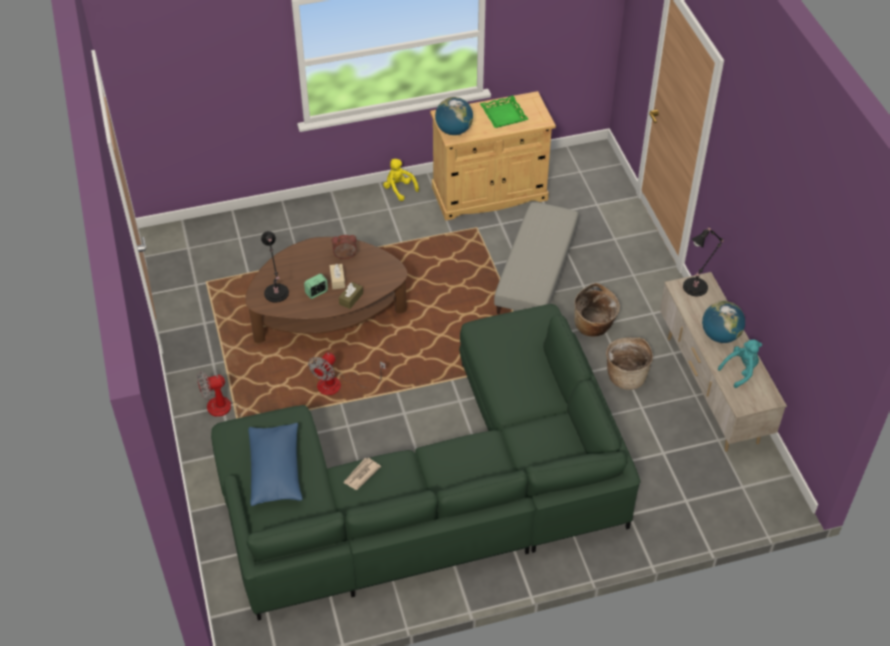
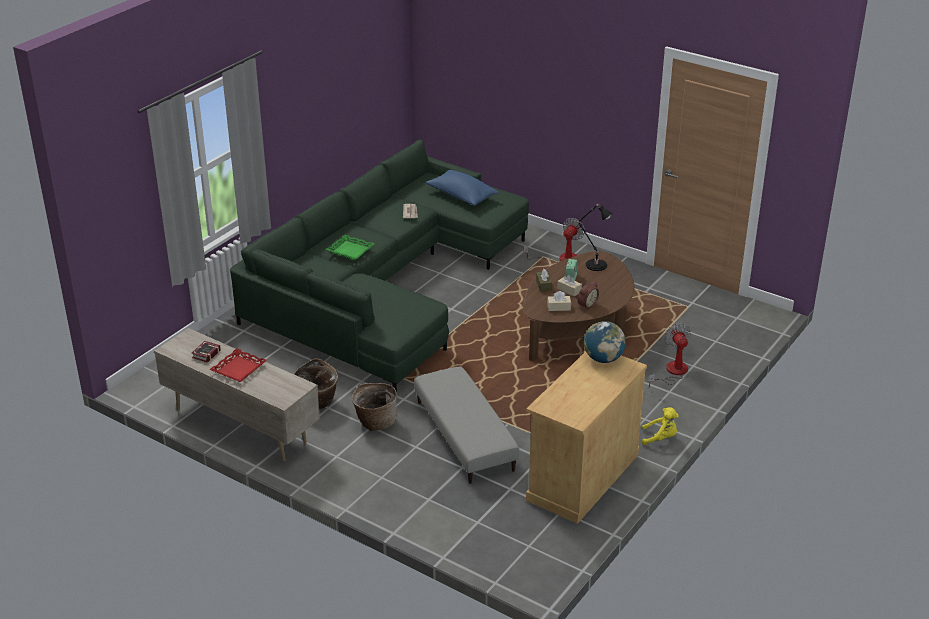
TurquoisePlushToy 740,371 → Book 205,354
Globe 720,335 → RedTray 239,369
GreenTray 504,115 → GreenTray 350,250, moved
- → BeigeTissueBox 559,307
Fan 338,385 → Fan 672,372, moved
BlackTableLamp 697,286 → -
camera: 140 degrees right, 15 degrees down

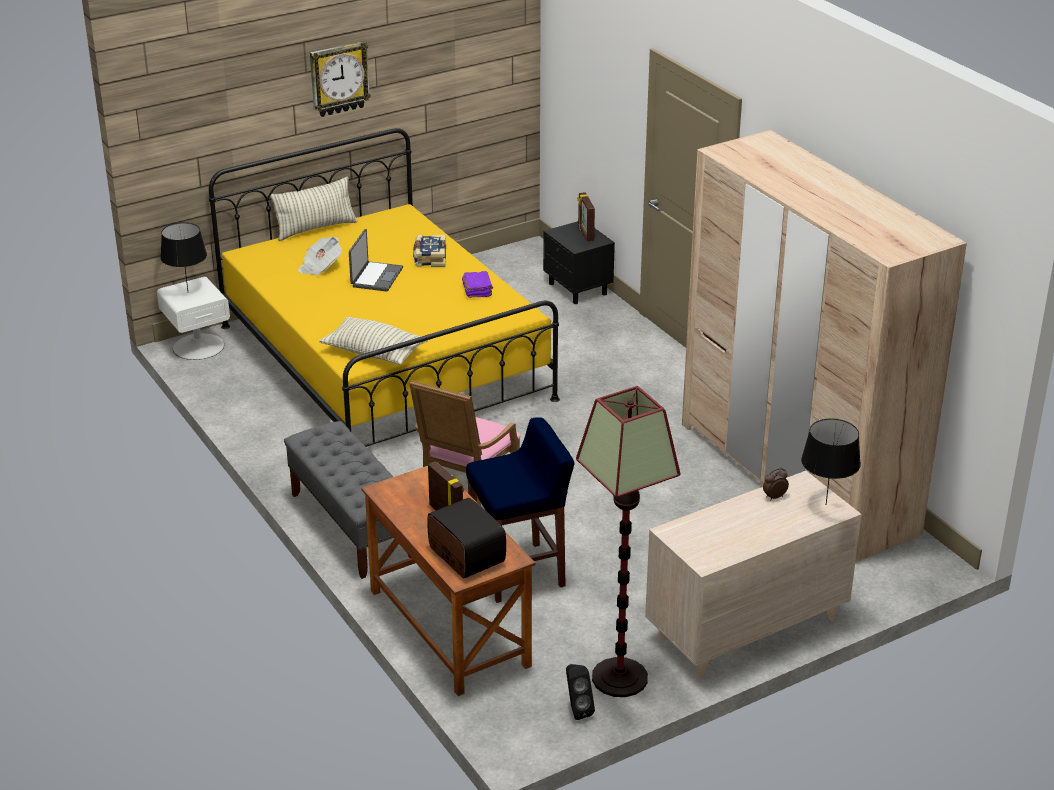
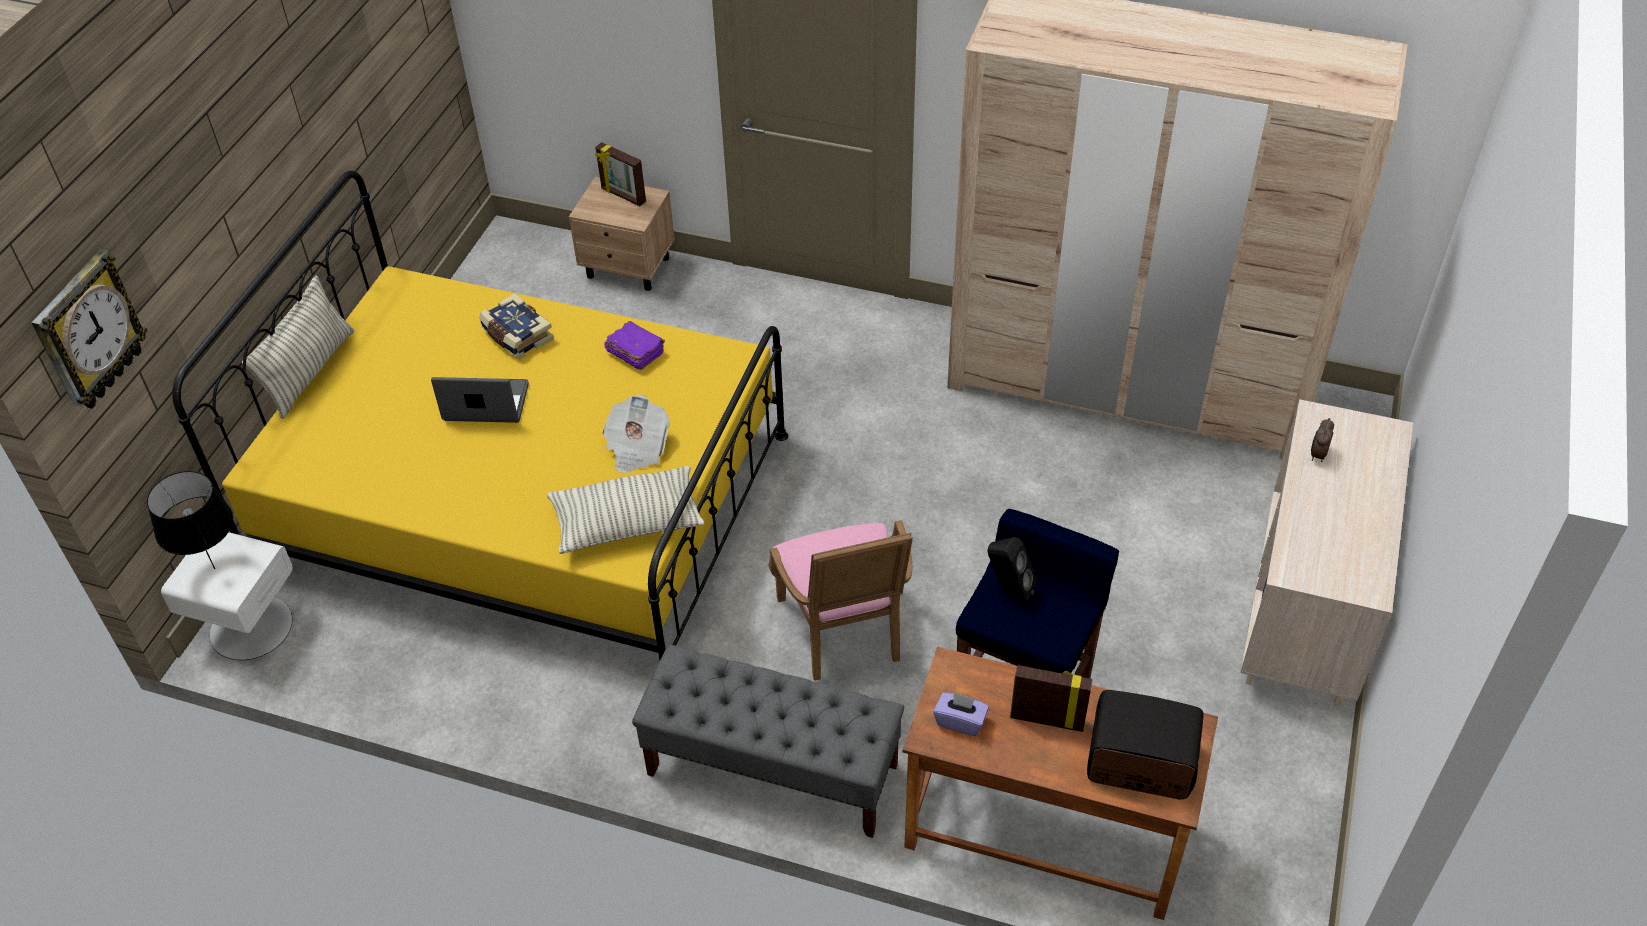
WallClock 339,78 → WallClock 88,332, moved
Laptop 376,277 → Laptop 485,404, 60 degrees counterclockwise
BlackNightstand 578,289 → BeigeNightstand 629,268
Newspaper 320,267 → Newspaper 637,448, moved
- → PurpleTissueBox 960,721
BlackSpeaker 577,710 → BlackSpeaker 1008,591, moved
FloorLamp 619,678 → -
BlackTableLamp 825,505 → -
camera: 40 degrees left, 15 degrees up

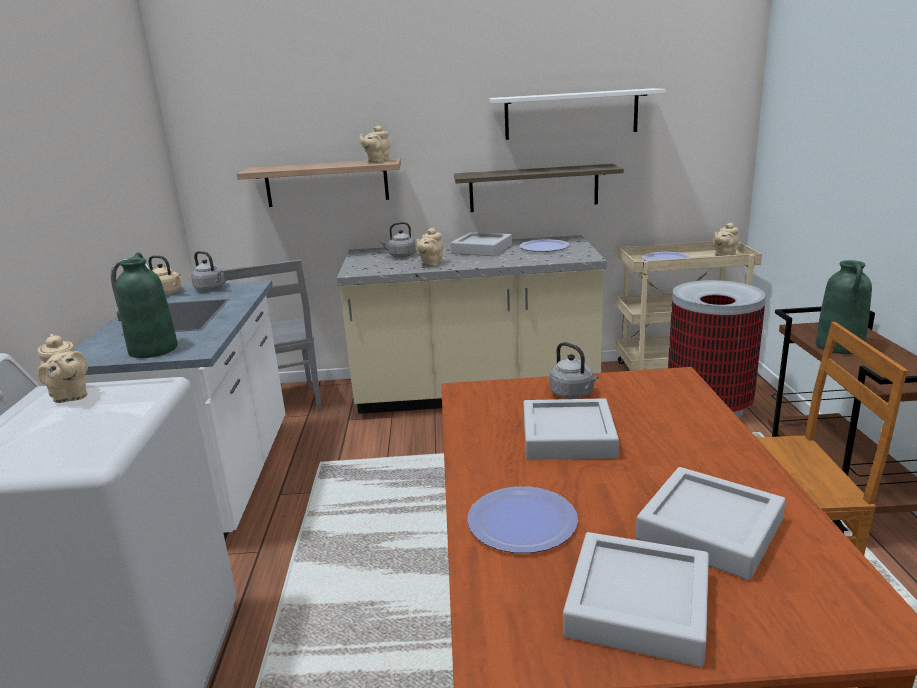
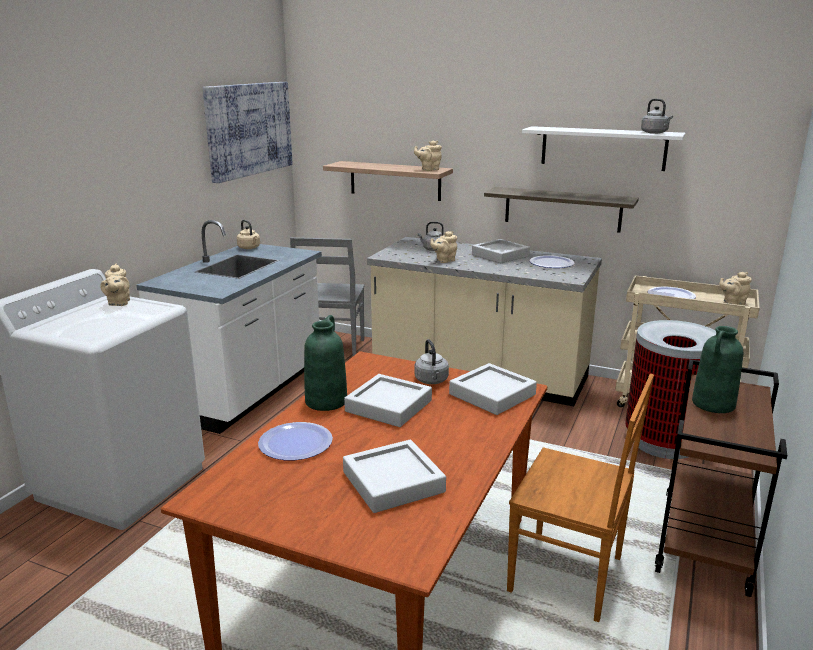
- → Picture 248,129
GreenVase 153,349 → GreenVase 326,401, moved
GreyTray 638,605 → GreyTray 492,394, moved
GreyKettle 211,288 → GreyKettle 655,133, moved
camera: 25 degrees right, 0 degrees up

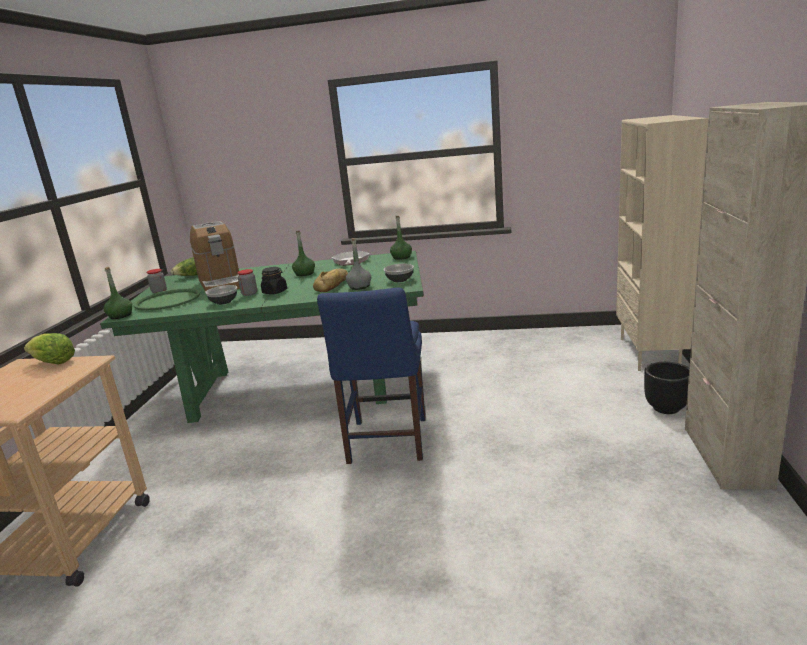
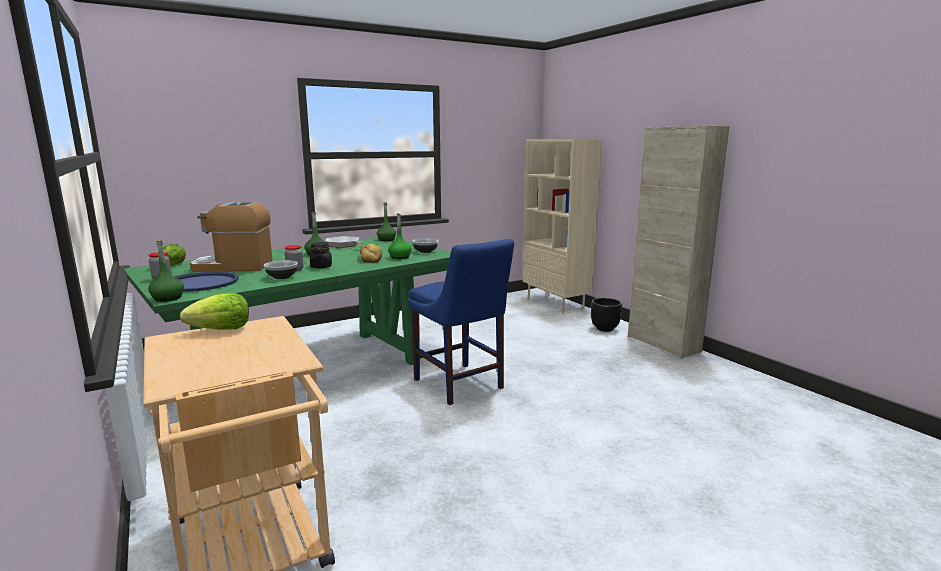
GreenTray 168,300 → BlueTray 200,283
CoffeeMachine 221,283 → CoffeeMachine 233,267, 150 degrees clockwise
GreyBottle 359,286 → GreenBottle 400,257
camera: 40 degrees left, 5 degrees down

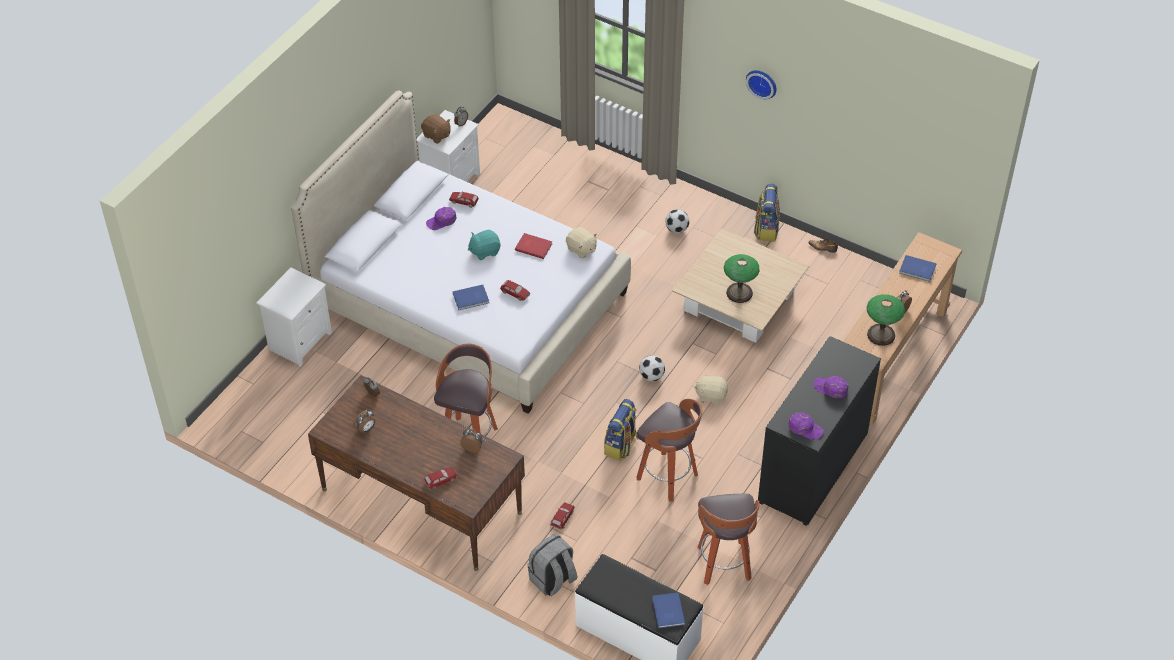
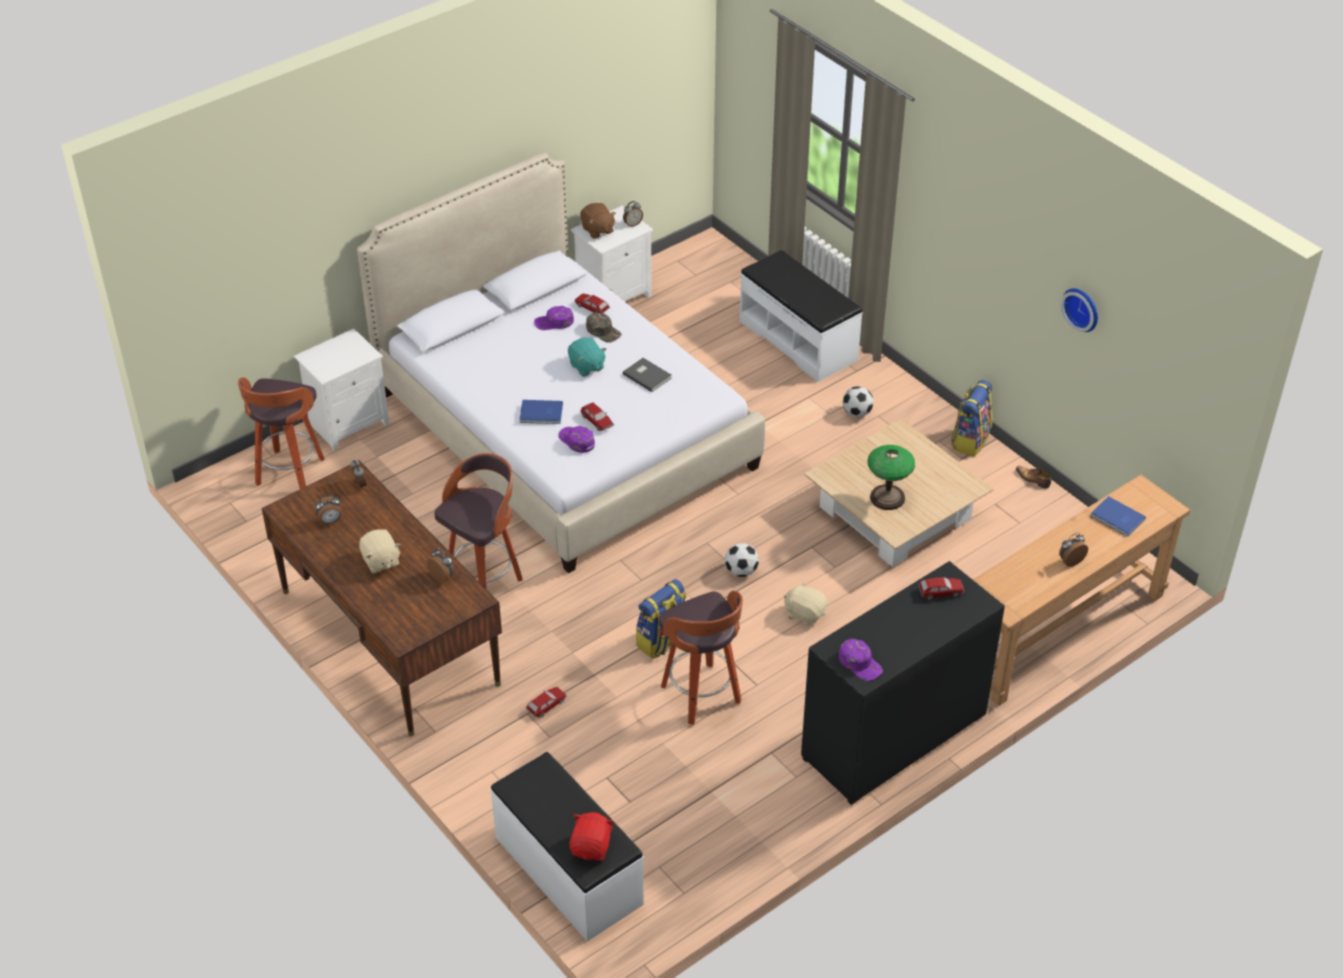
Stool 724,565 → Stool 289,473, moved
BeigePlushToy 581,249 → BeigePlushToy 380,561, moved
PurpleCap 830,388 → PurpleCap 576,441, moved
TurquoisePlushToy 484,251 → TurquoisePlushToy 586,366, 120 degrees counterclockwise
BlueBook 667,612 → RedPlushToy 591,847
- → GreenCap 603,331
RedBook 533,246 → GreyBook 647,375
- → WhiteBench 798,340
ToyCar 441,480 → ToyCar 940,591, moved
WallClock 762,82 → WallClock 1082,308, moved
GreyBackpack 553,580 → -
TableLamp 881,334 → -
camera: 20 degrees right, 5 degrees down

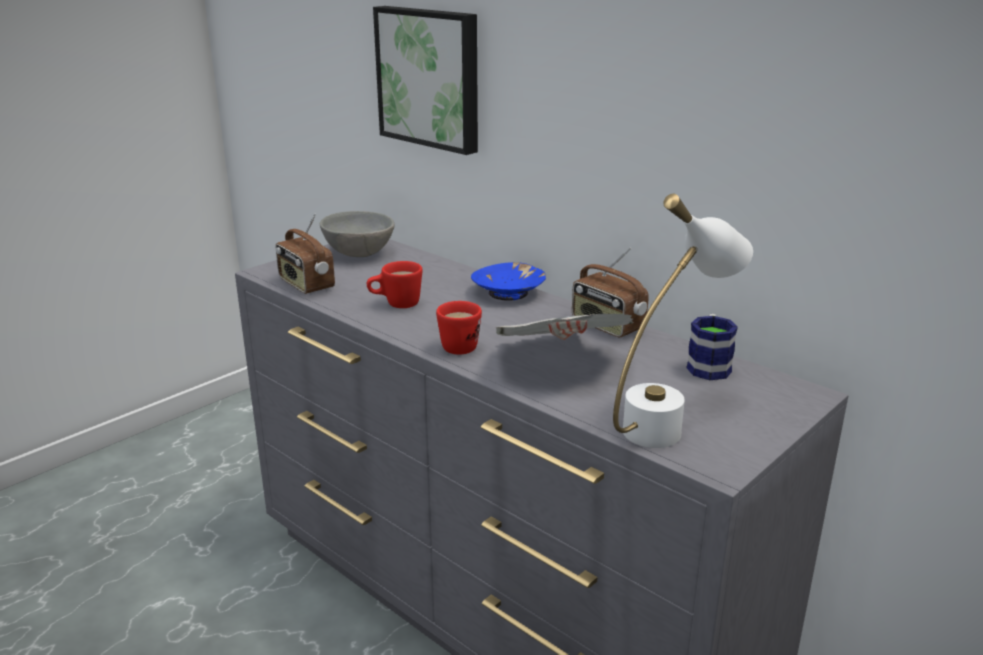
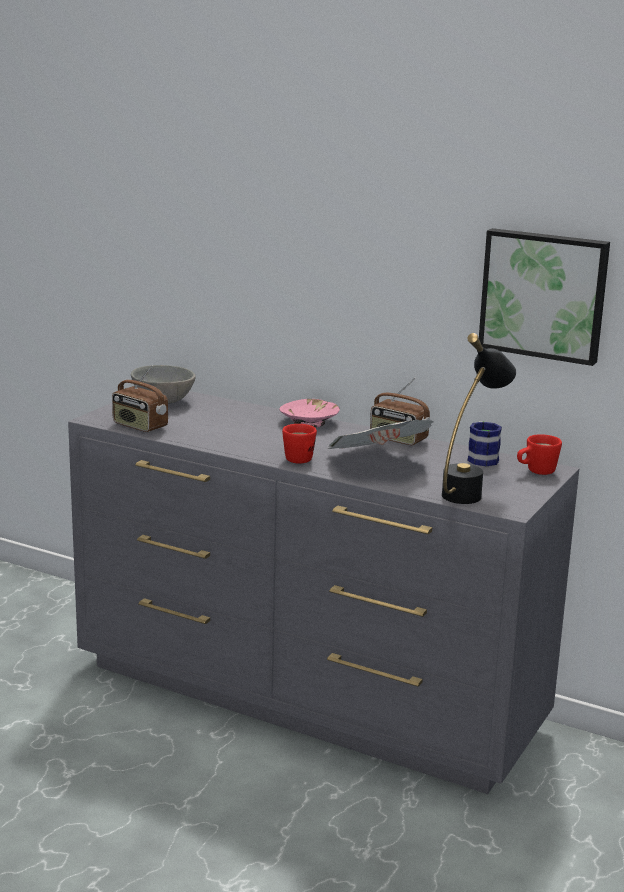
BlueBowl 509,292 → PinkBowl 310,422
WhiteTableLamp 668,421 → BlackTableLamp 469,490
Picture 430,77 → Picture 544,295, moved
RedMug 395,304 → RedMug 536,472, moved
camera: 15 degrees left, 5 degrees down

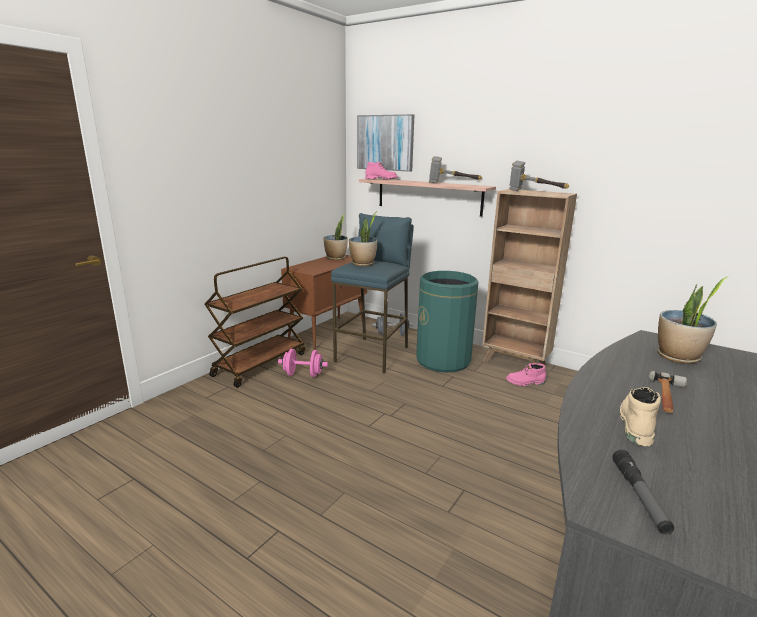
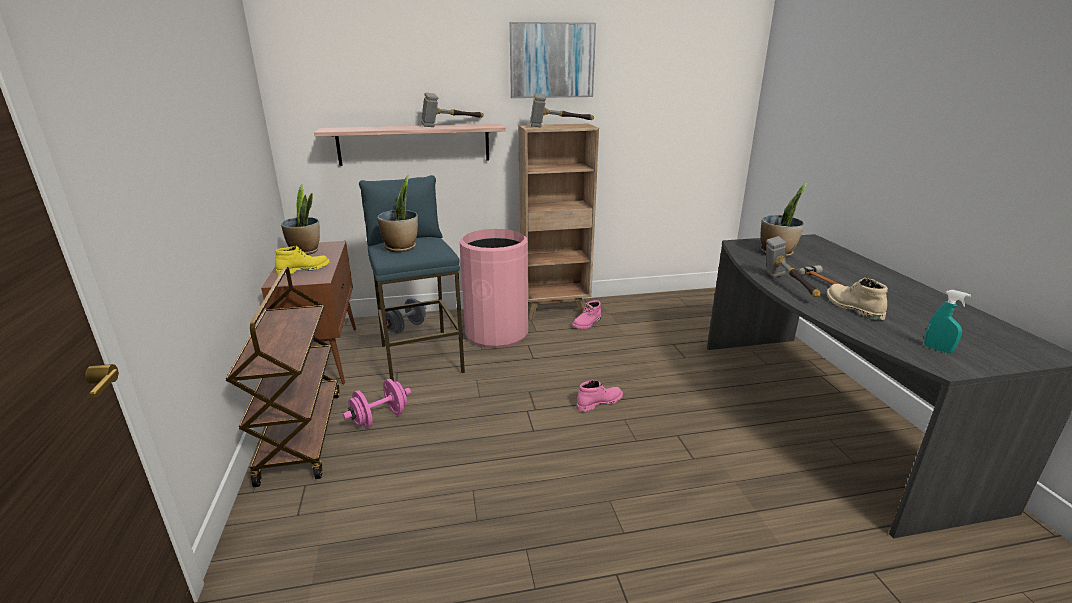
- → YellowBoot 304,270
GreenTrashCan 443,360 → PinkTrashCan 497,333
Picture 385,143 → Picture 552,60, moved
PinkBoot 381,179 → PinkBoot 599,402, moved
- → Hammer 788,287
Flashlight 639,496 → TurquoiseSprayBottle 937,349
camera: 45 degrees left, 5 degrees up

